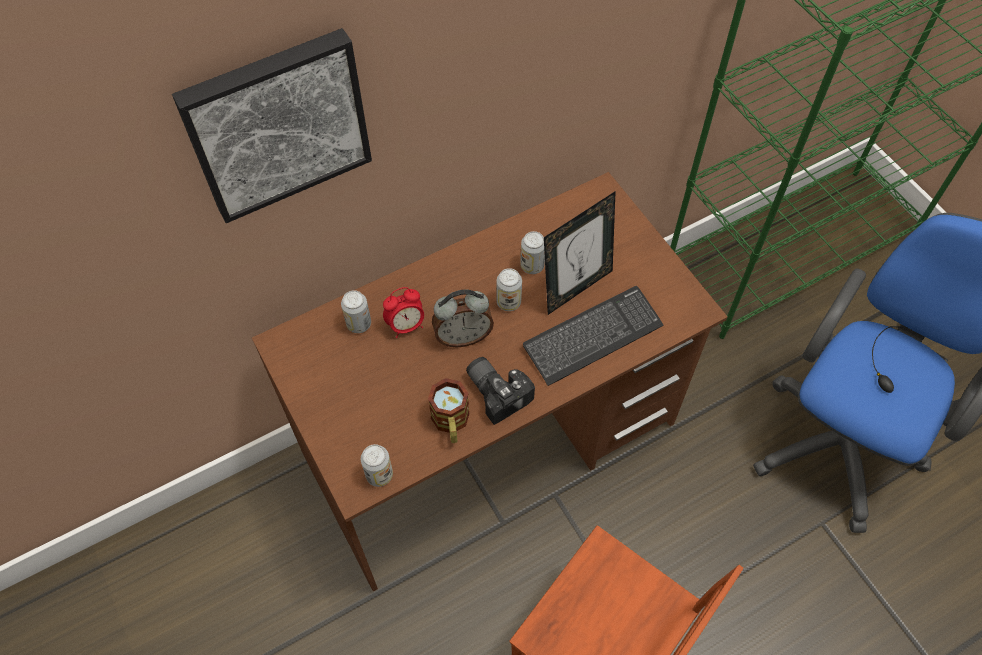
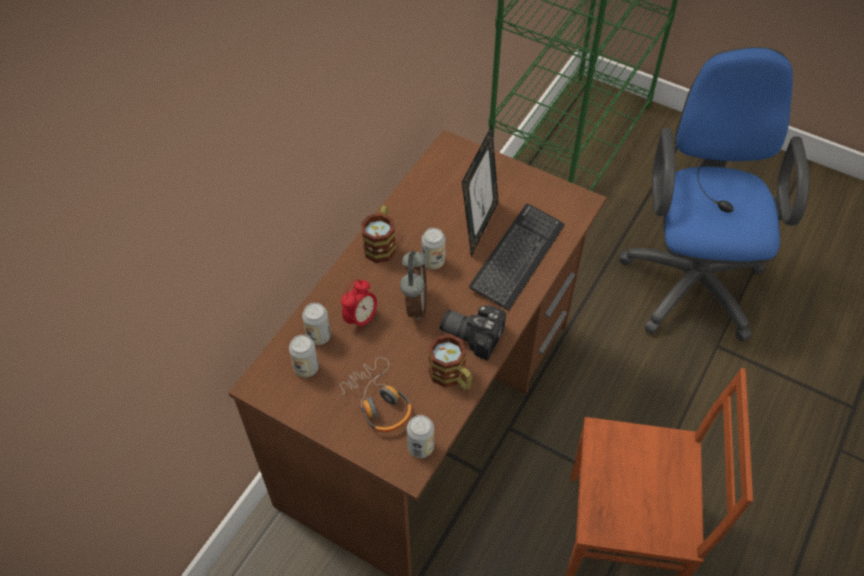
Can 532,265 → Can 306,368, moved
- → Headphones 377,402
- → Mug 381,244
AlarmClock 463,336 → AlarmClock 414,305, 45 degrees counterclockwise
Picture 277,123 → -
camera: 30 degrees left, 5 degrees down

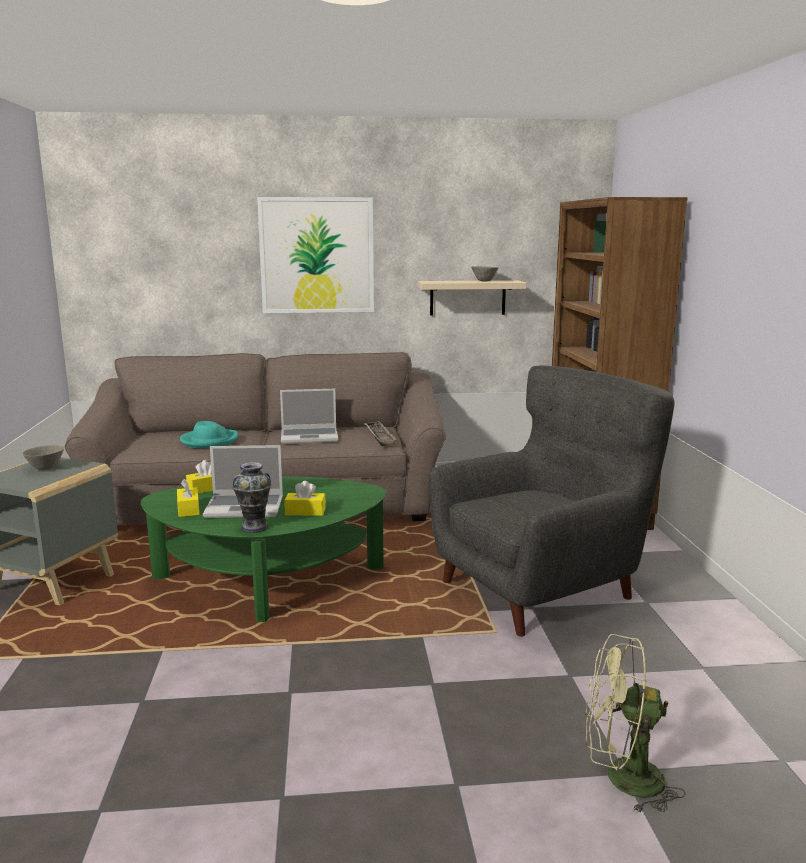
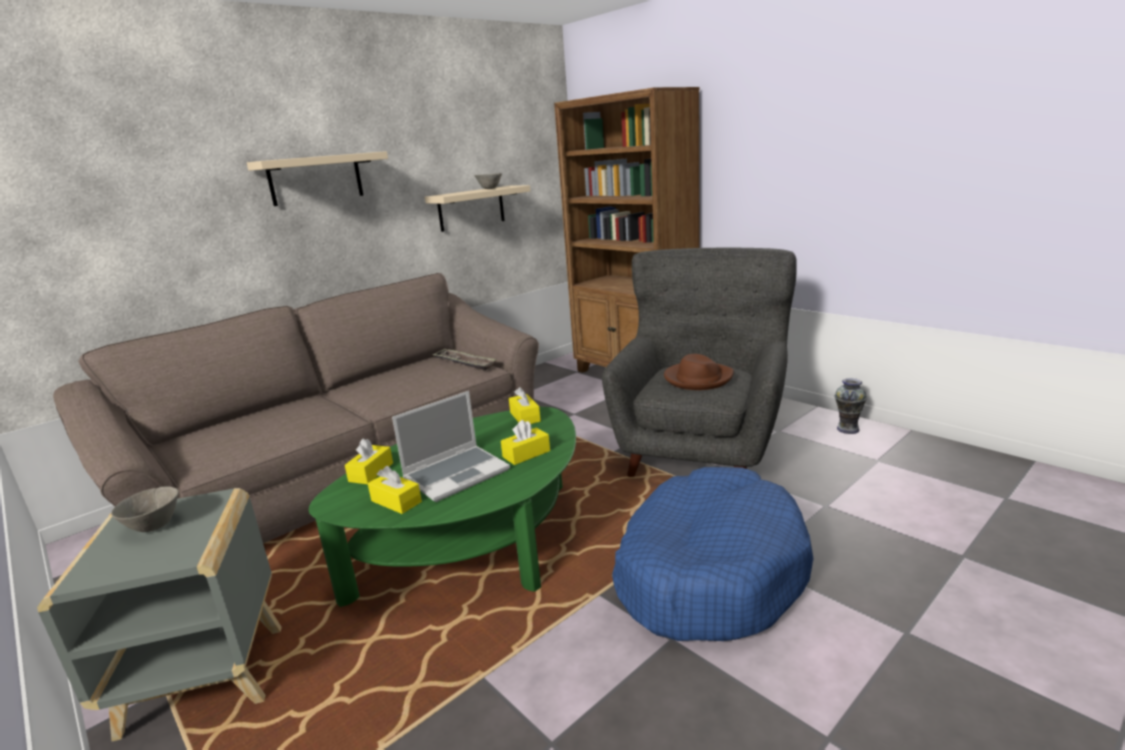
Picture 317,255 → BeigeShelf 316,179
- → YellowTissueBox 525,417
- → BlueDogBed 708,572
- → BrownHat 698,379
Vase 254,527 → Vase 848,429, moved
TurquoiseHat 209,441 → -
Laptop 310,437 → -
GreenFan 622,779 → -
camera: 35 degrees left, 5 degrees up

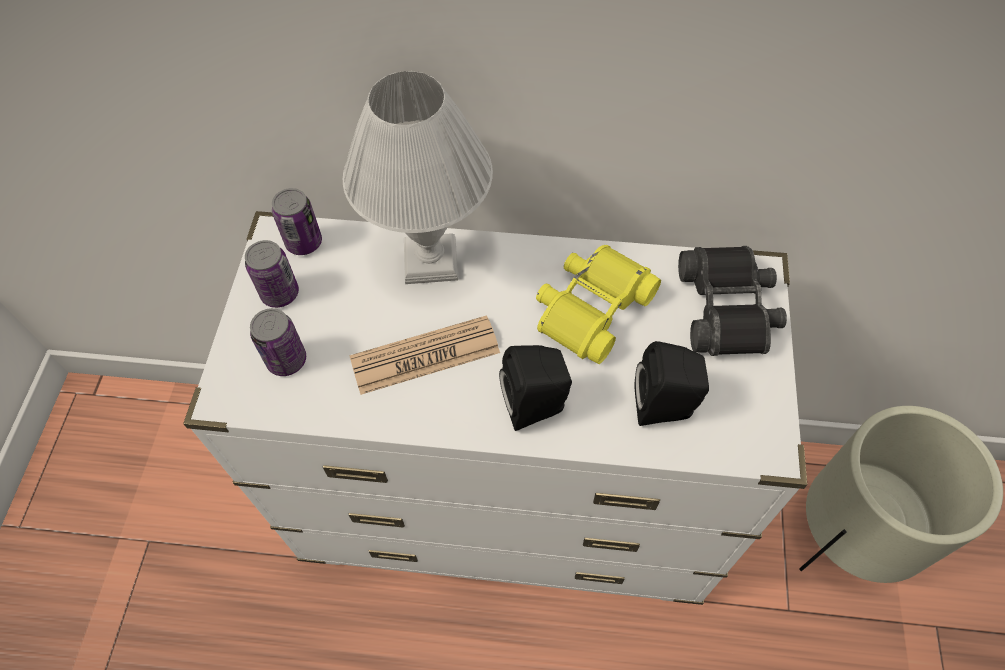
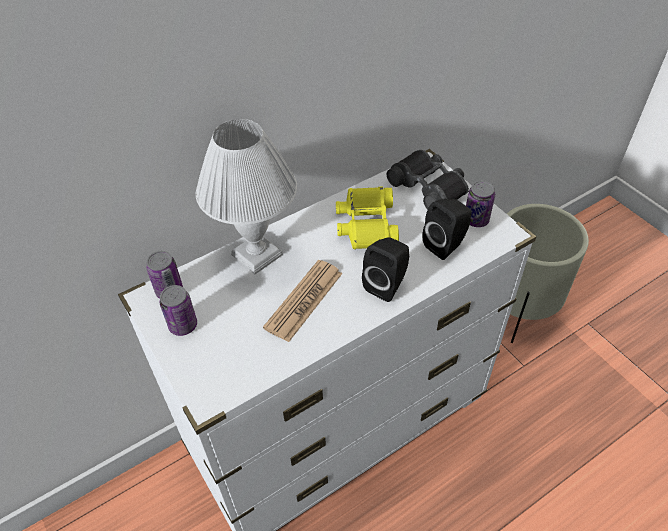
Can 286,360 → Can 476,220, moved
camera: 40 degrees left, 10 degrees down

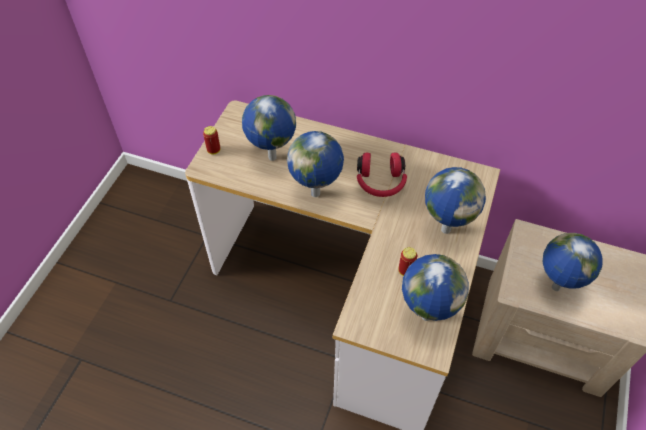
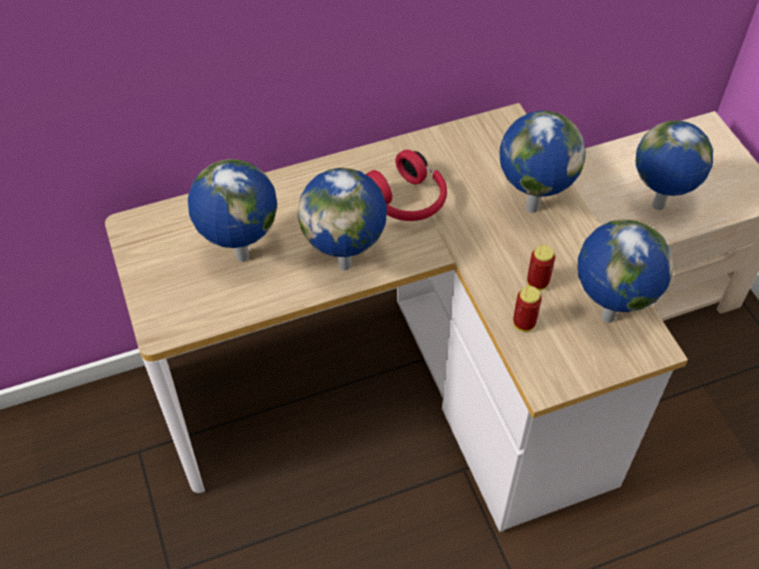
Can 214,150 → Can 524,323, moved
camera: 40 degrees left, 0 degrees up

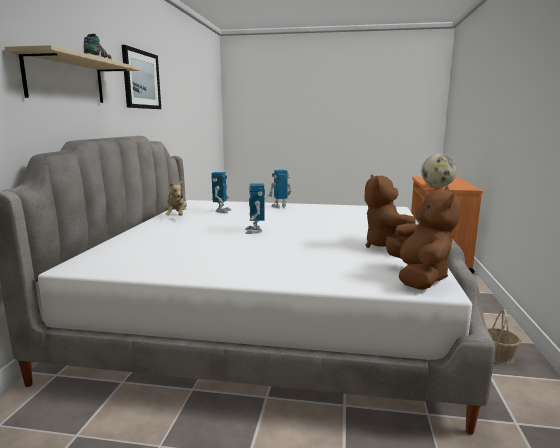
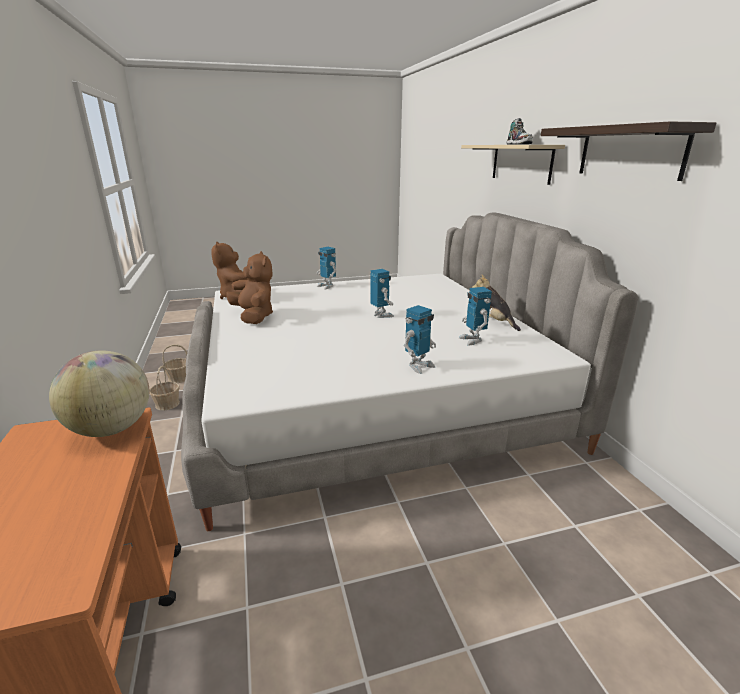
- → Basket 179,378
- → ToyRobot 327,286
Picture 141,80 → Shelf 630,152
camera: 155 degrees right, 10 degrees up

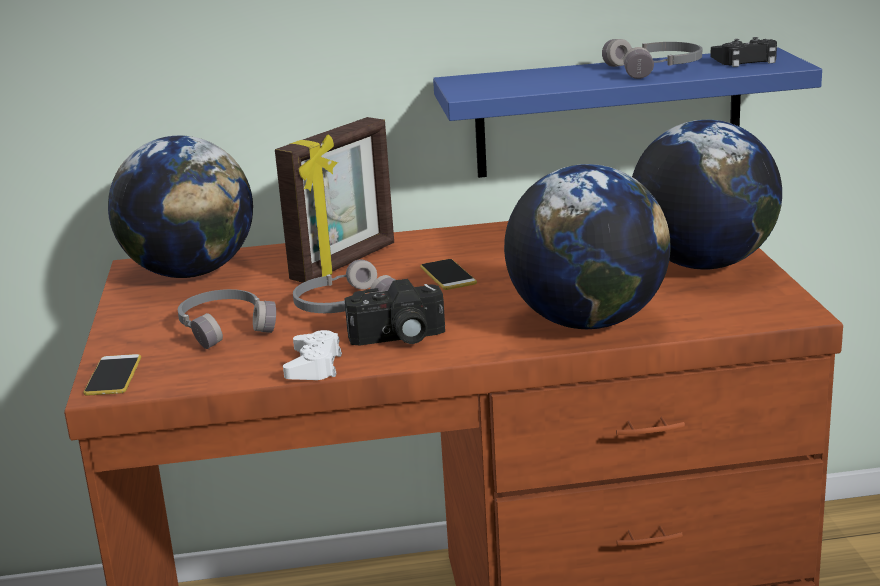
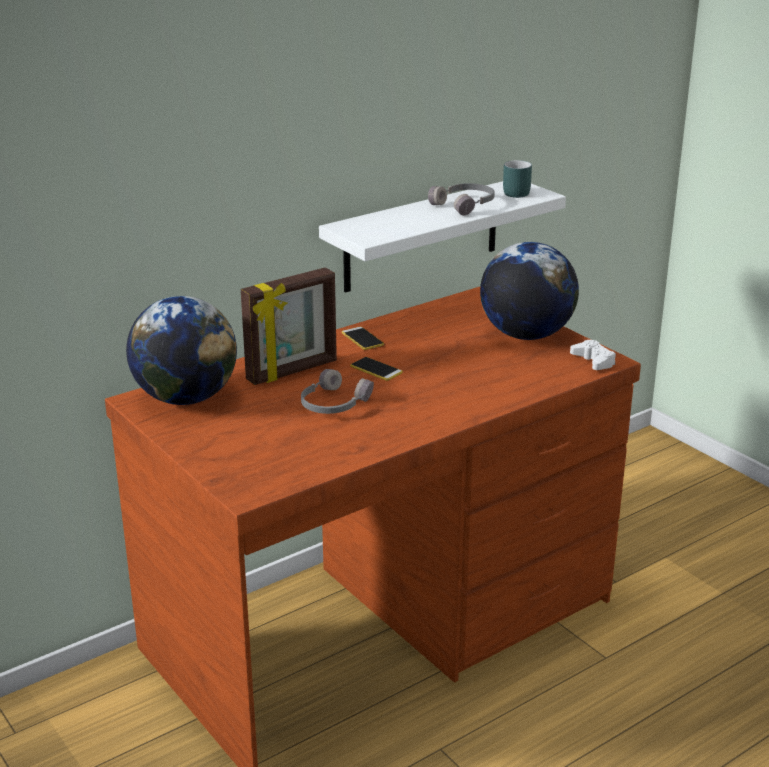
PictureFrame 345,263 → PictureFrame 292,371, 45 degrees clockwise
BlueShelf 608,113 → WhiteShelf 422,235
Phone 113,376 → Phone 362,339, moved
BlackGameController 746,61 → TurquoiseMug 512,192
WhiteGameController 314,365 → WhiteGameController 593,361, moved
GreyHeadphones 226,327 → -
PhotoCamera 398,338 → -
Globe 587,322 → -
camera: 30 degrees left, 5 degrees up

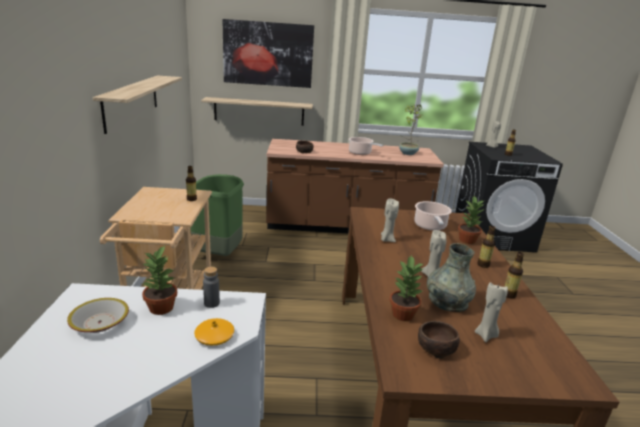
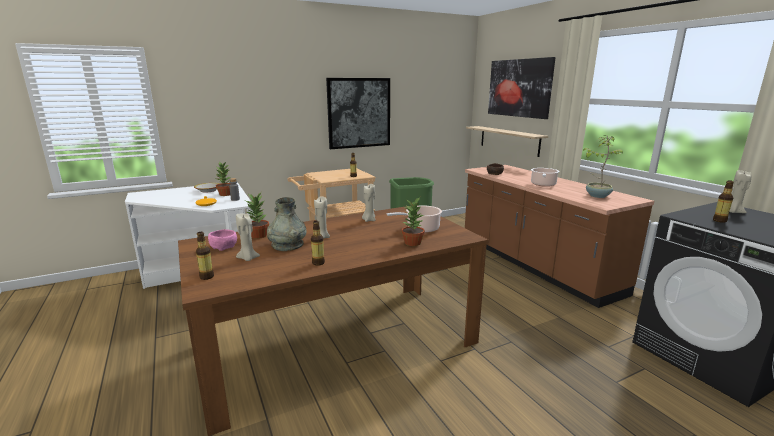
Bottle 483,265 → Bottle 207,277, moved
BrownBowl 435,348 → PinkBowl 224,246
Shelf 131,101 → Picture 359,113
camera: 65 degrees right, 5 degrees down

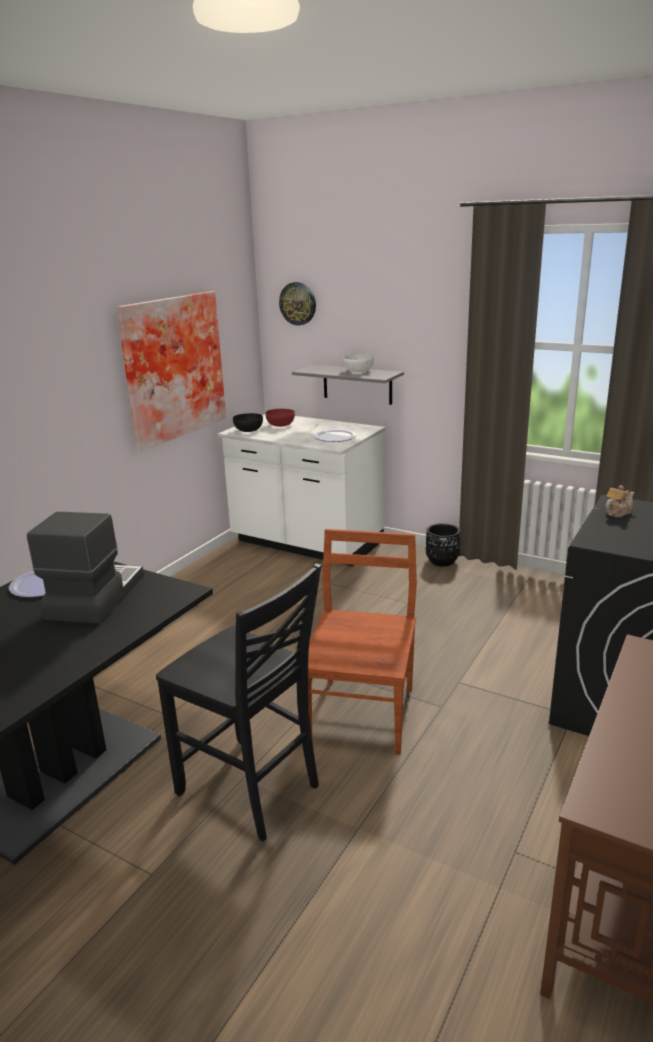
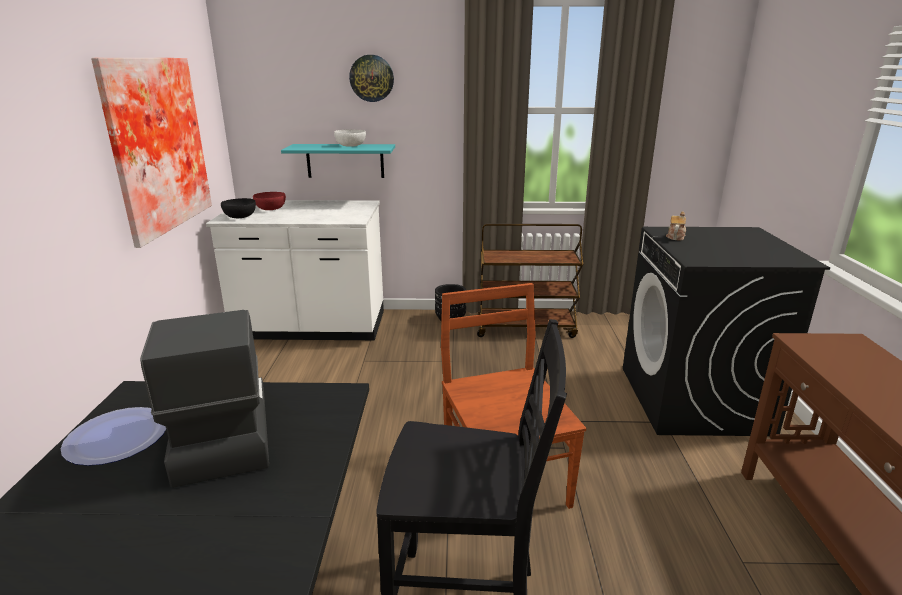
GreyShelf 357,384 → TurquoiseShelf 345,161
WallClock 298,303 → WallClock 371,78, moved
- → BrownCart 526,328
Plate 335,437 → -
camera: 30 degrees left, 0 degrees up

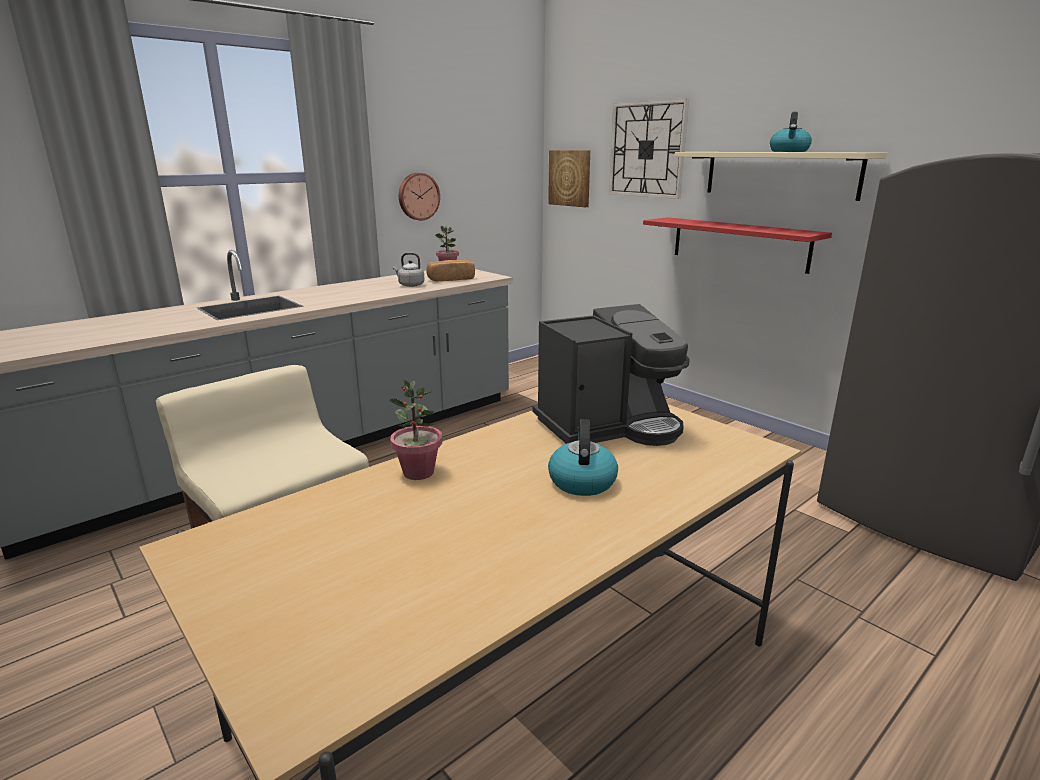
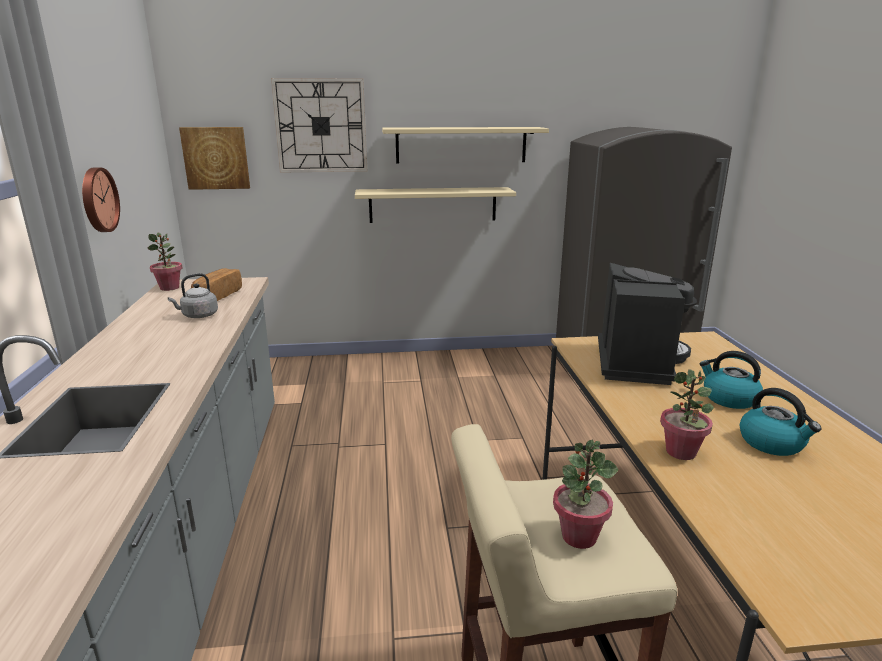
RedShelf 739,244 → BeigeShelf 433,205
- → PottedPlant 579,536
Kettle 789,151 → Kettle 772,443, moved
camera: 55 degrees left, 0 degrees up

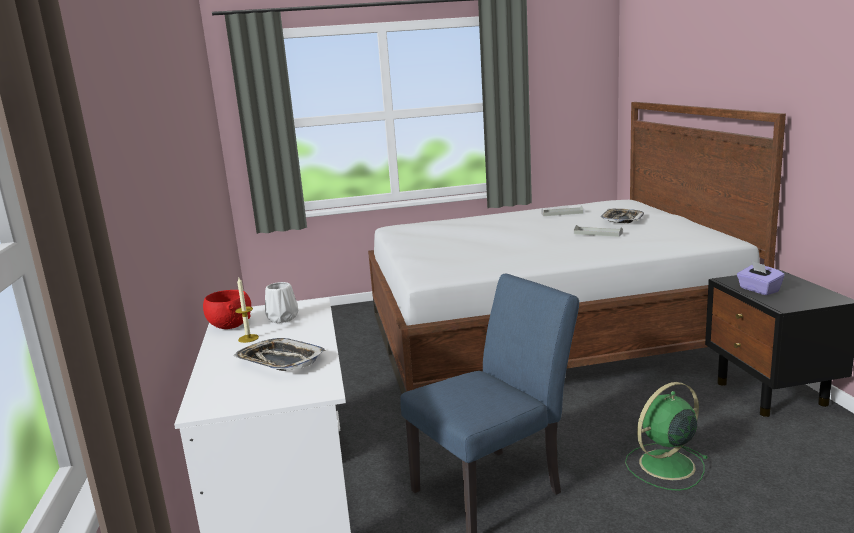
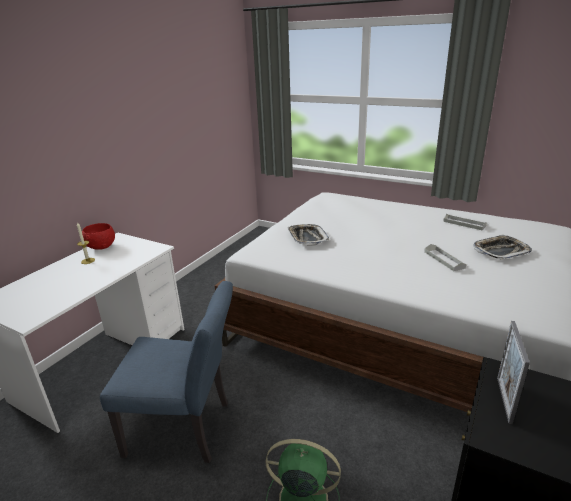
Tray 280,361 → Tray 307,237, moved
PurpleTissueBox 758,290 → PictureFrame 504,399
WhiteVase 283,318 → -
camera: 40 degrees right, 10 degrees up

